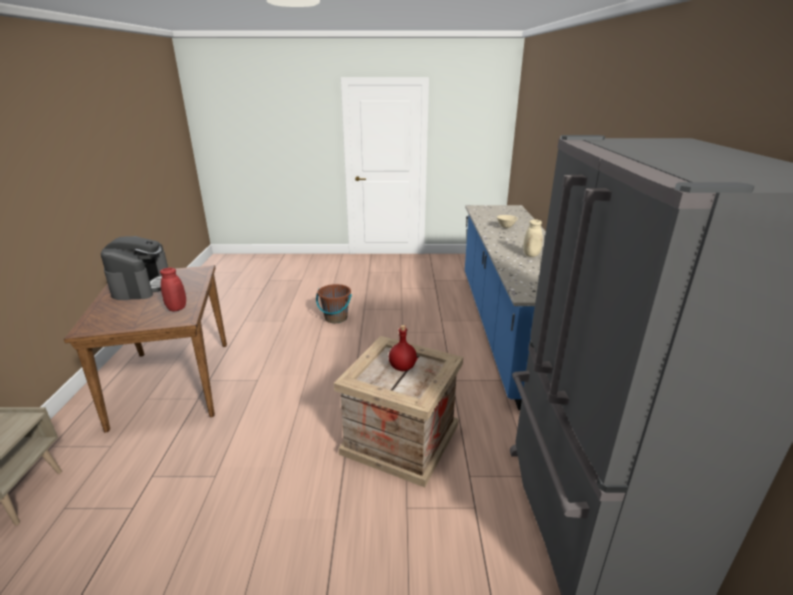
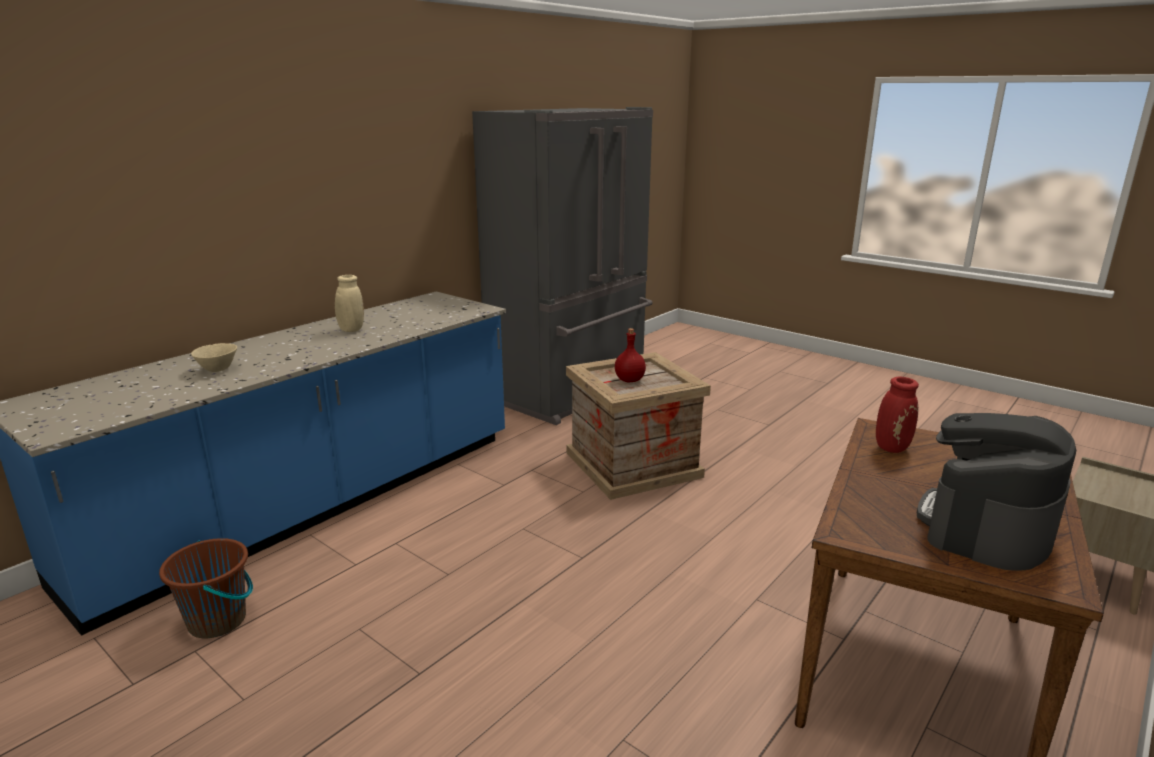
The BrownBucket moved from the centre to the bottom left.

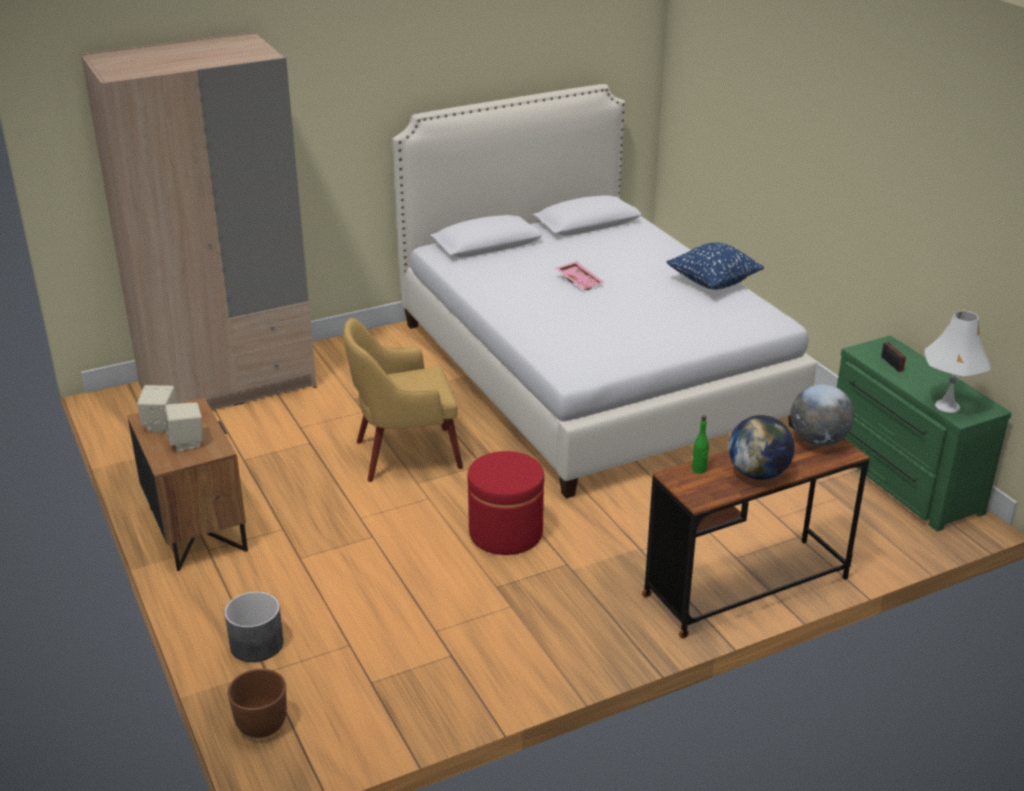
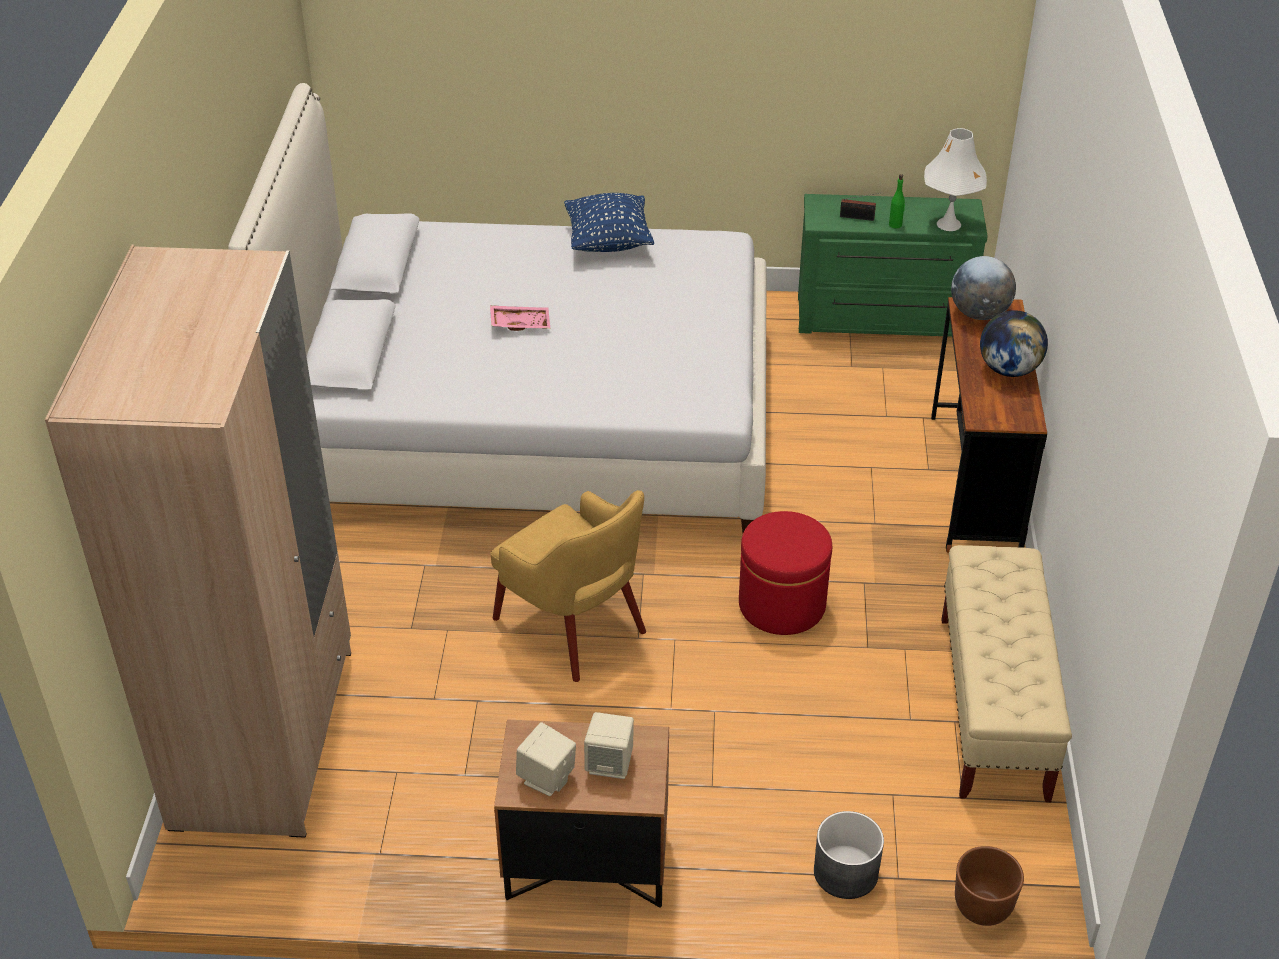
The YellowArmchair at the centre turned 60 degrees counterclockwise.
The GreenBottle moved from the middle right to the top right.
The BeigeBench at the bottom right appeared.

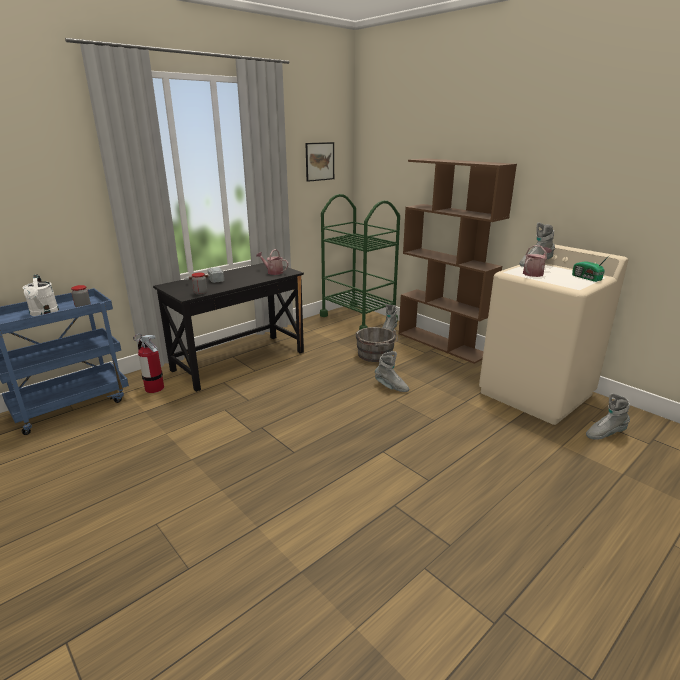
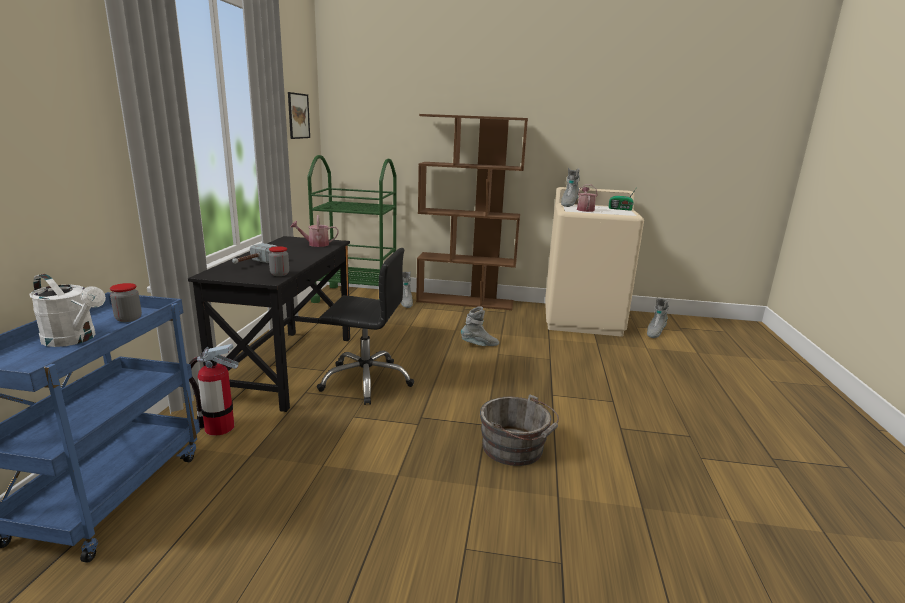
The GreyBucket moved from the centre to the bottom centre.
The BlackOfficeChair at the centre appeared.

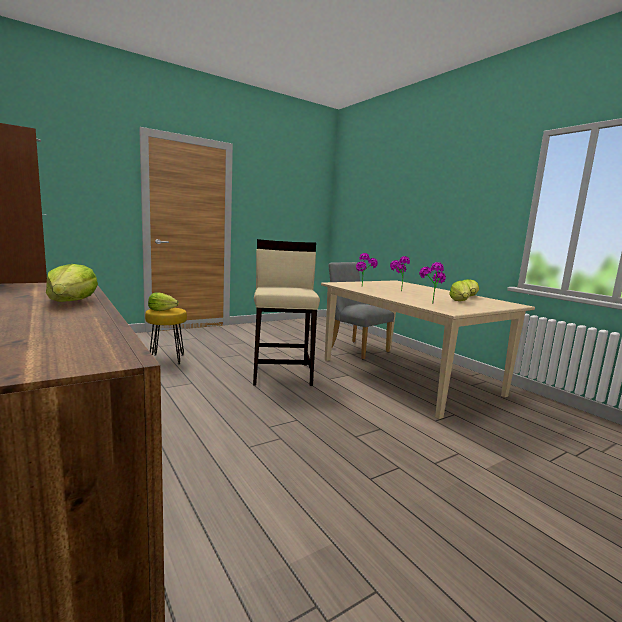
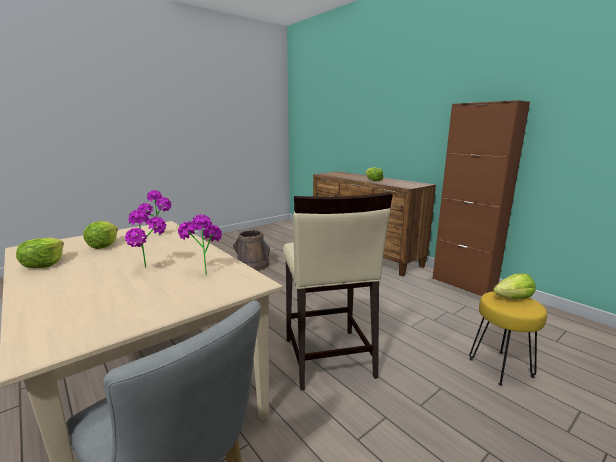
The BrownBucket at the centre appeared.

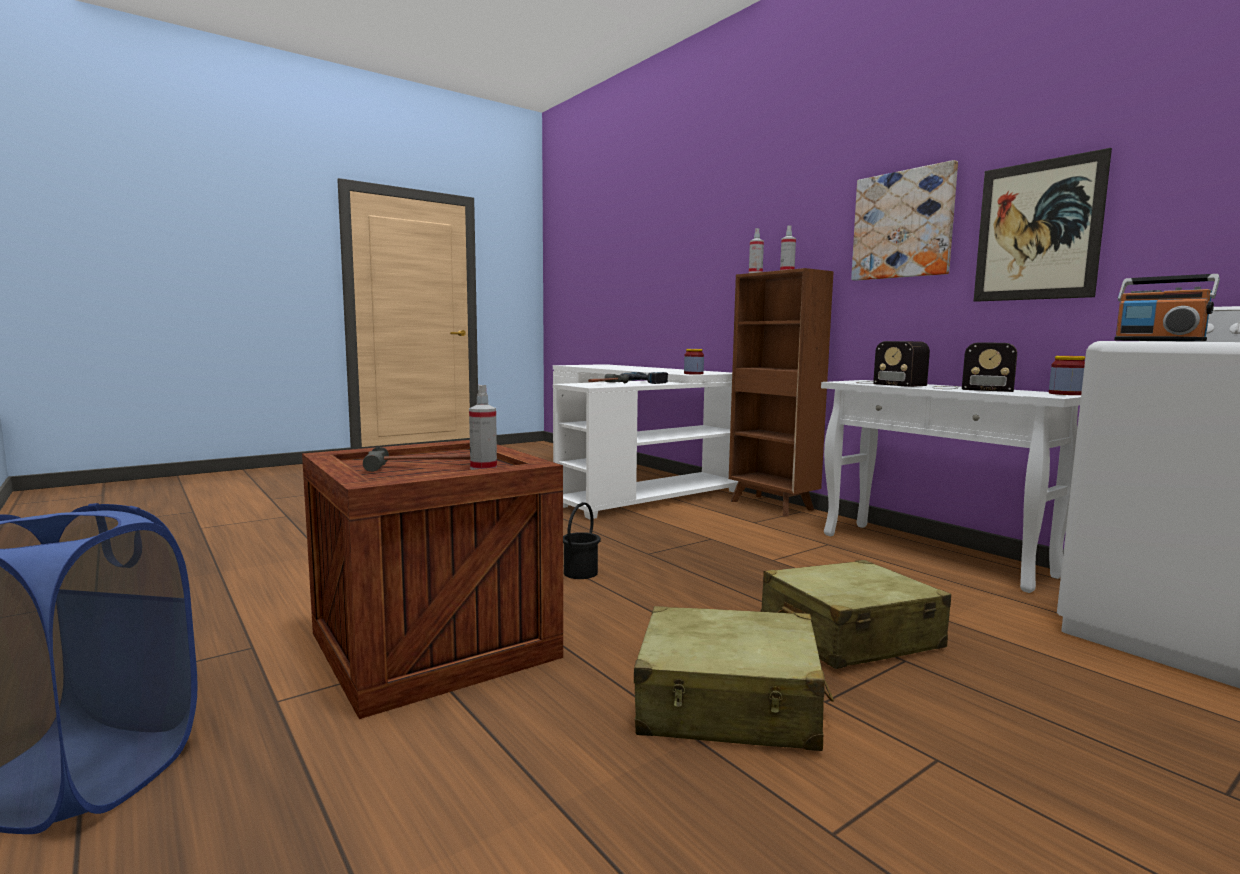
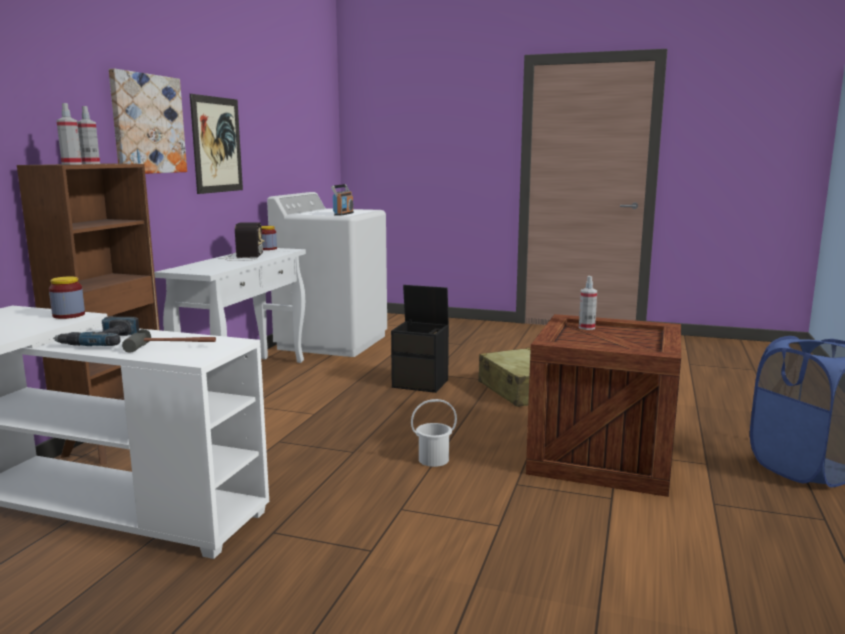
The Hammer (1st from left) at the centre disappeared.
The BlackBucket at the centre became the WhiteBucket at the bottom centre.
The BeigeSuitcase (2nd from left) at the bottom right was replaced by the BlackStorageBox at the centre.
The Radio (1st from left) at the middle right disappeared.

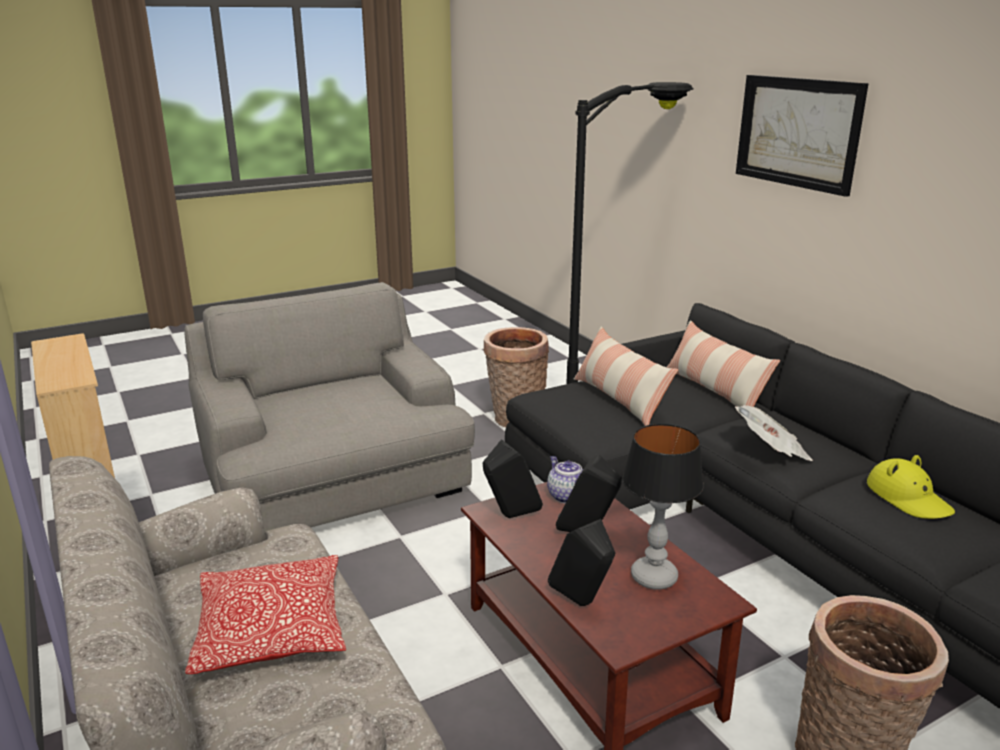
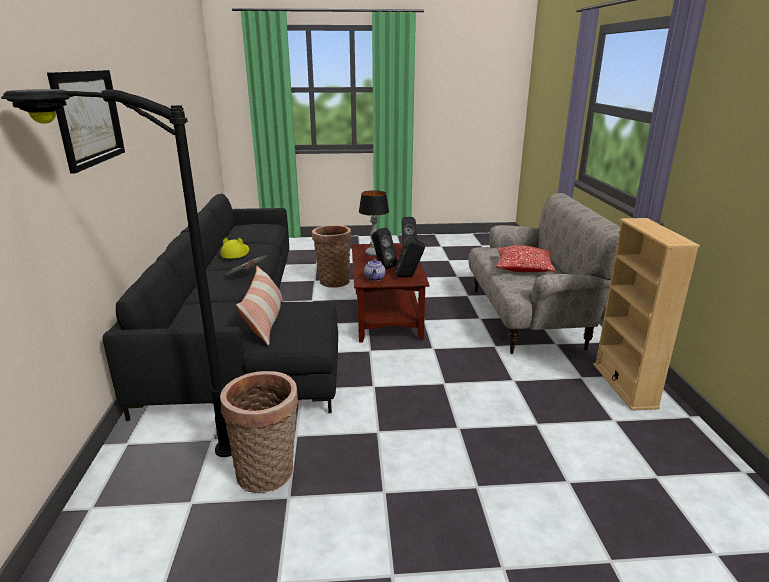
The GreyArmchair at the middle left disappeared.
The Pillow (3rd from left) at the middle right disappeared.

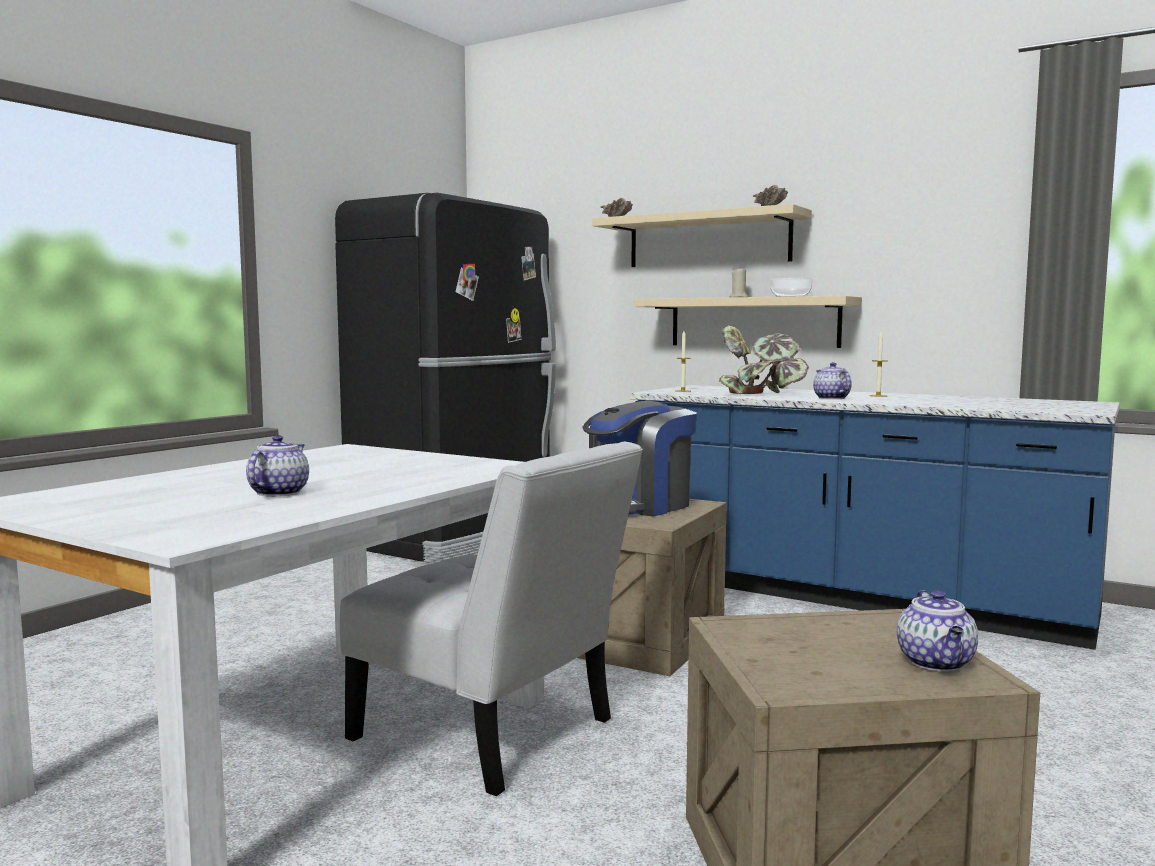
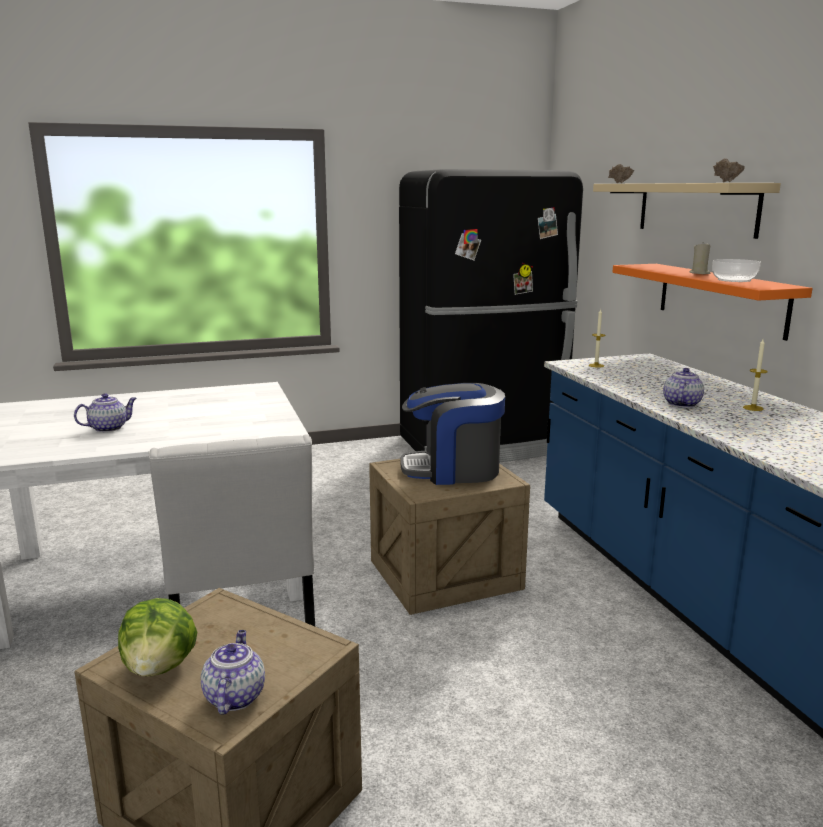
The BeigeShelf (2nd from left) at the centre became the OrangeShelf at the middle right.
The PottedPlant at the centre disappeared.
The Teapot (3rd from left in the first image) at the bottom right turned 135 degrees clockwise.
The Lettuce at the bottom left appeared.

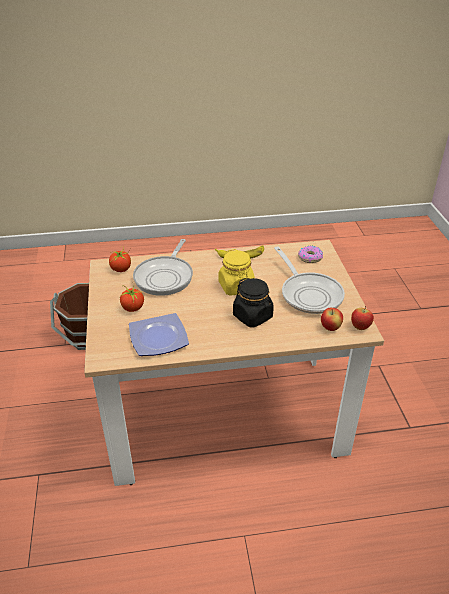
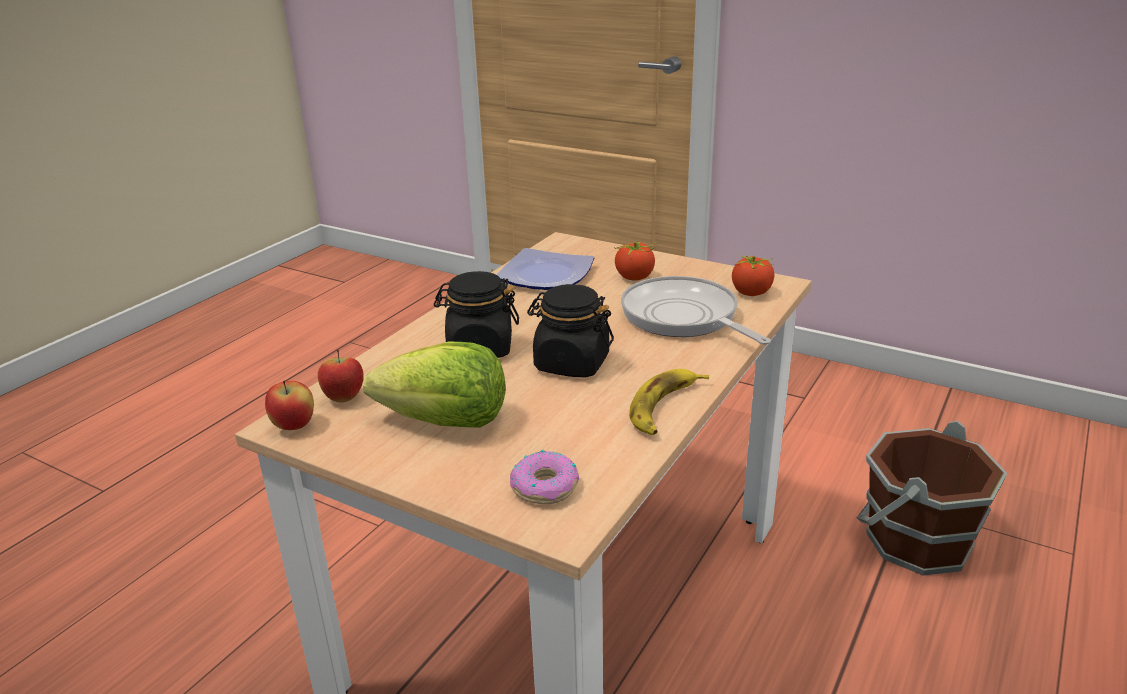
The YellowJar at the centre became the BlackJar (2nd from left) at the centre.
The FryingPan (2nd from left) at the middle right was replaced by the Lettuce at the centre.

